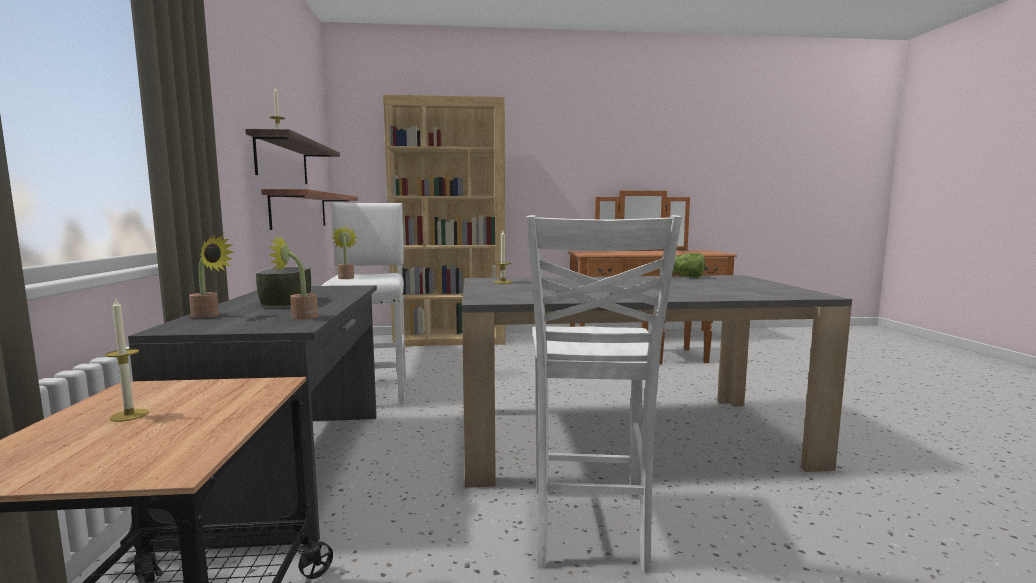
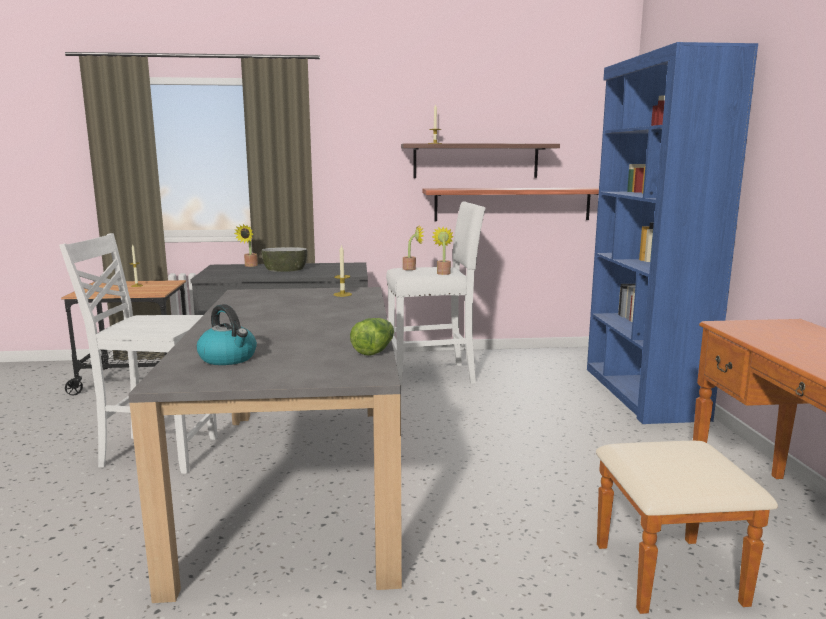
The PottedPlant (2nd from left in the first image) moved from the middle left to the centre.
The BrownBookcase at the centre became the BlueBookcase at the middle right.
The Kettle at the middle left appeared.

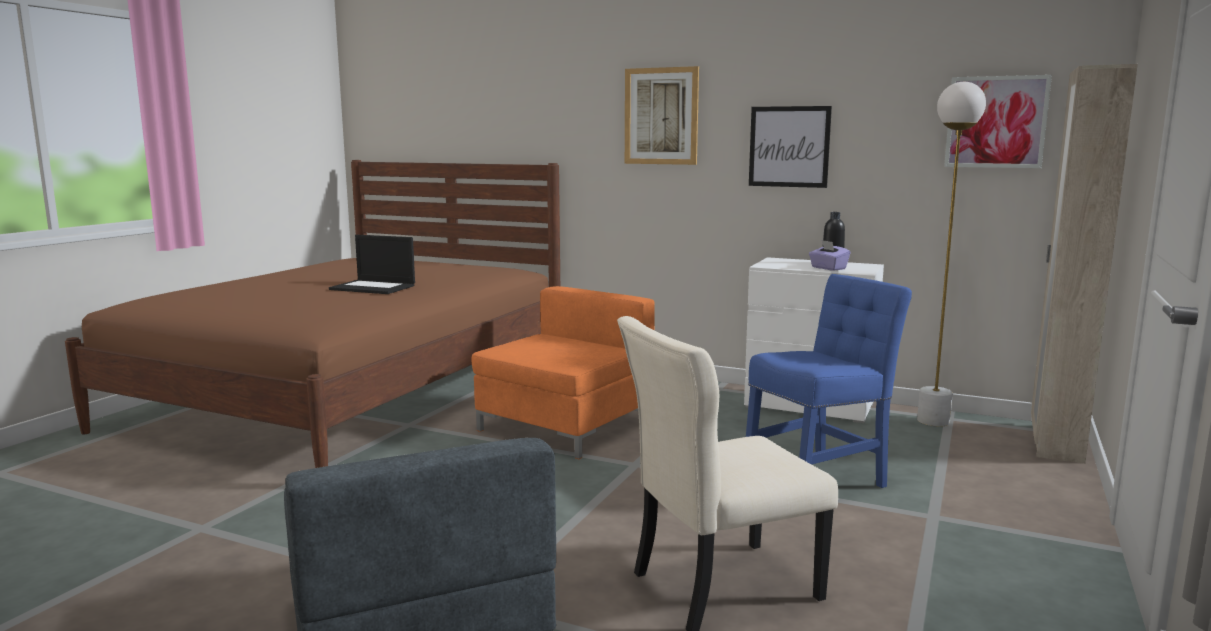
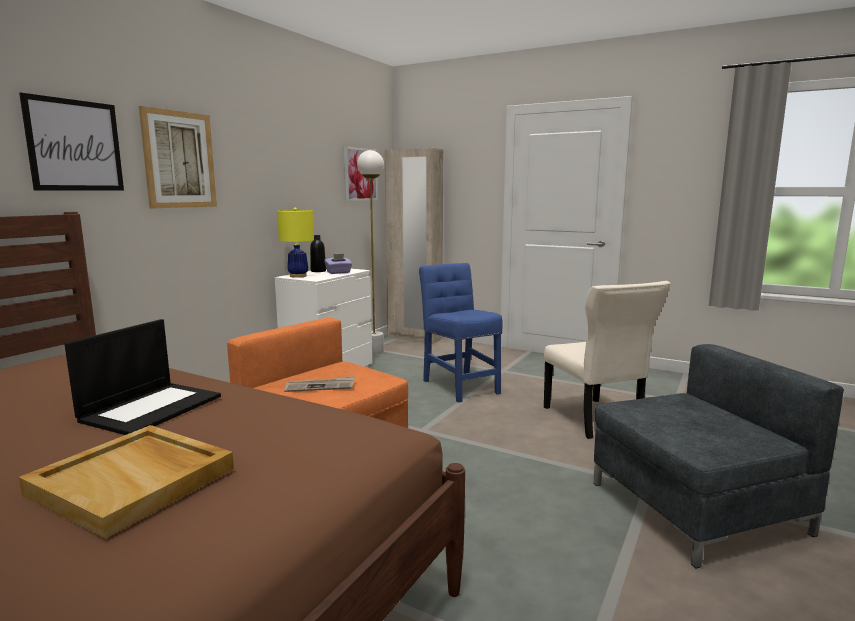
The Picture (2nd from left in the first image) moved from the top centre to the top left.
The BeigeTray at the bottom left appeared.
The YellowTableLamp at the centre appeared.
The Newspaper at the centre appeared.

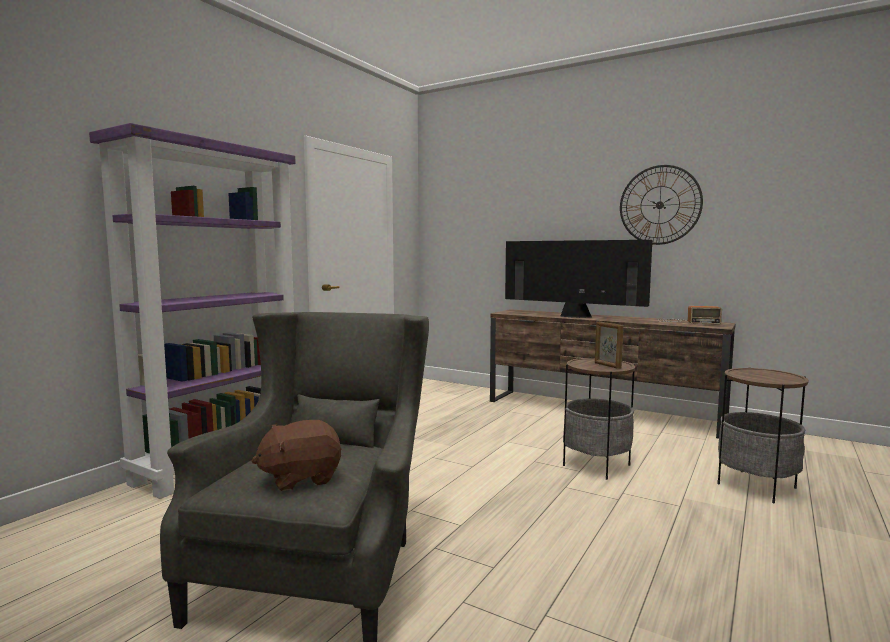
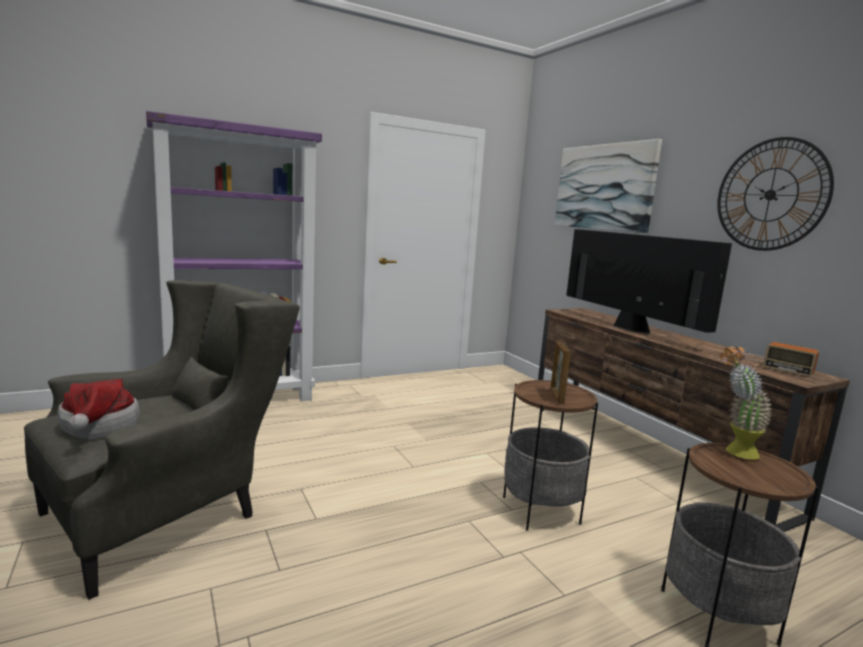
The BrownPlushToy at the bottom left was replaced by the Hat at the middle left.
The Picture at the top right appeared.
The PottedPlant at the middle right appeared.

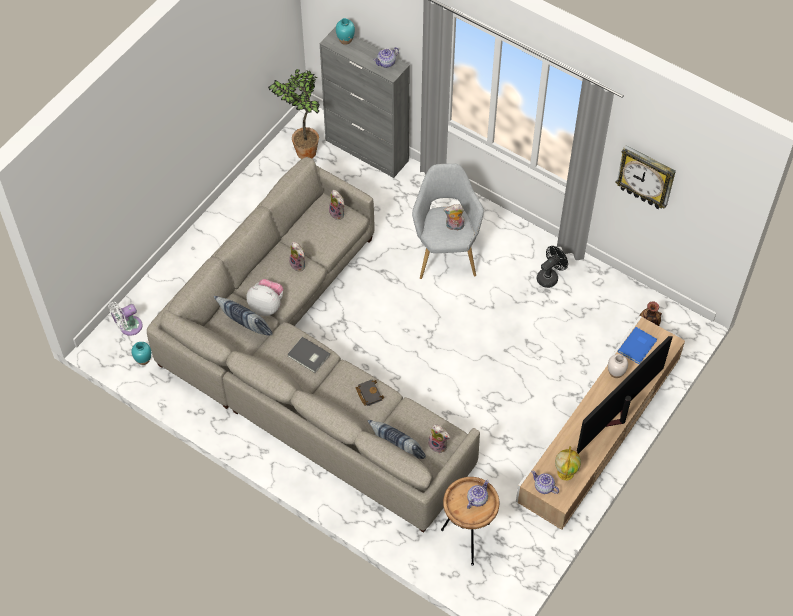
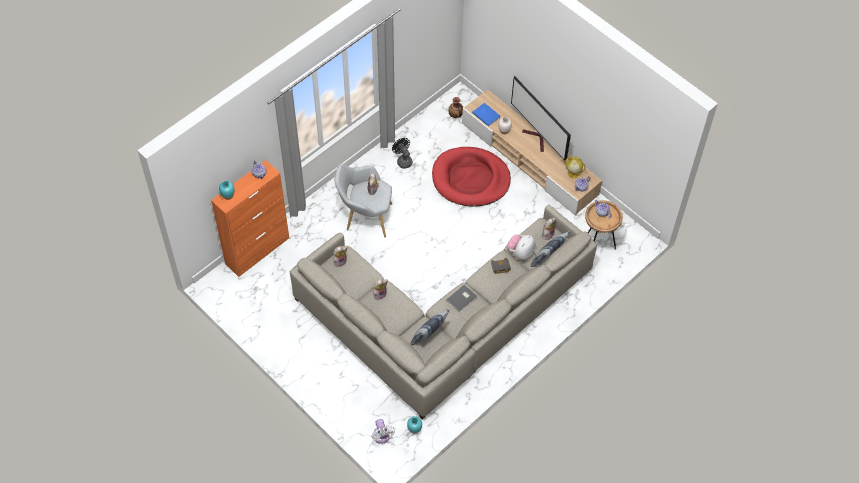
The PlushToy (1st from left in the first image) moved from the middle left to the centre.
The PottedPlant at the top centre disappeared.
The GreyCabinet at the top centre became the OrangeCabinet at the middle left.
The WallClock at the top right disappeared.
The RedDogBed at the centre appeared.

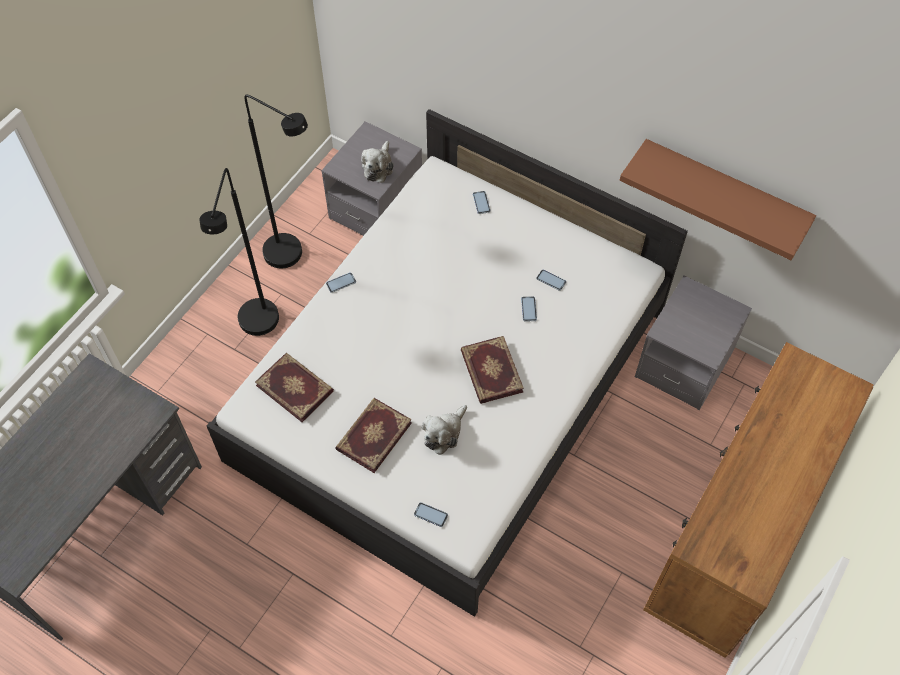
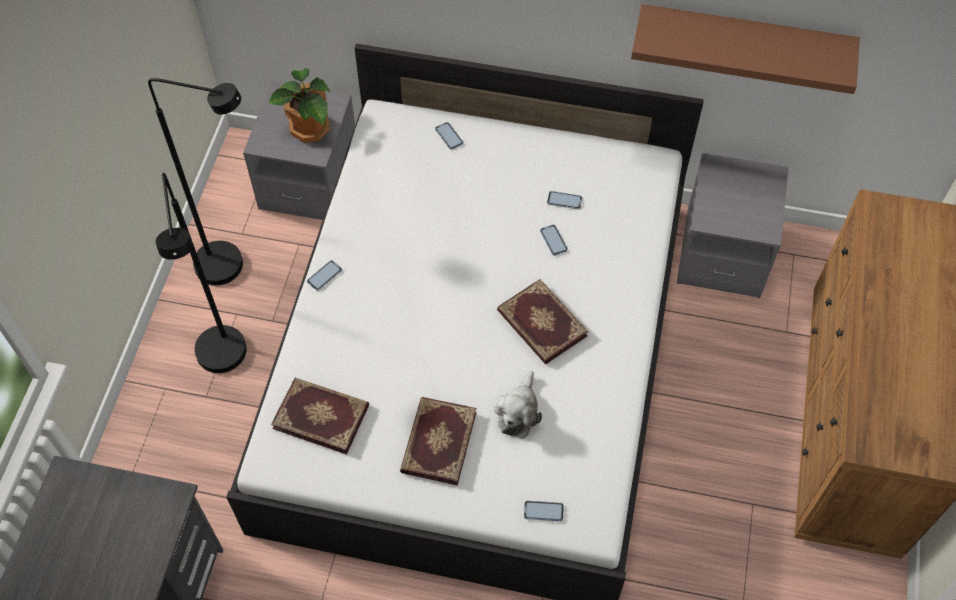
The PlushToy (1st from left) at the top centre was replaced by the PottedPlant at the top left.

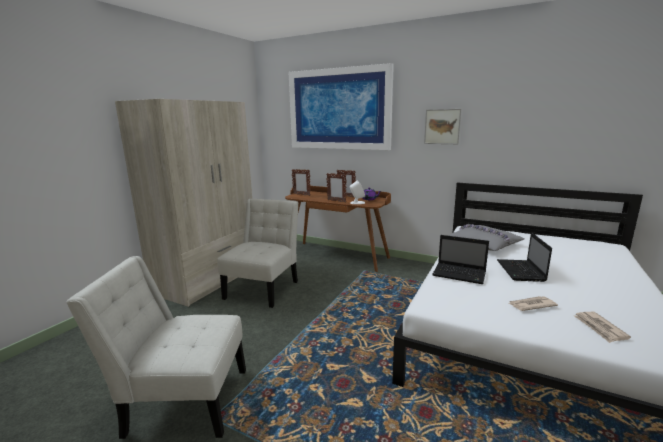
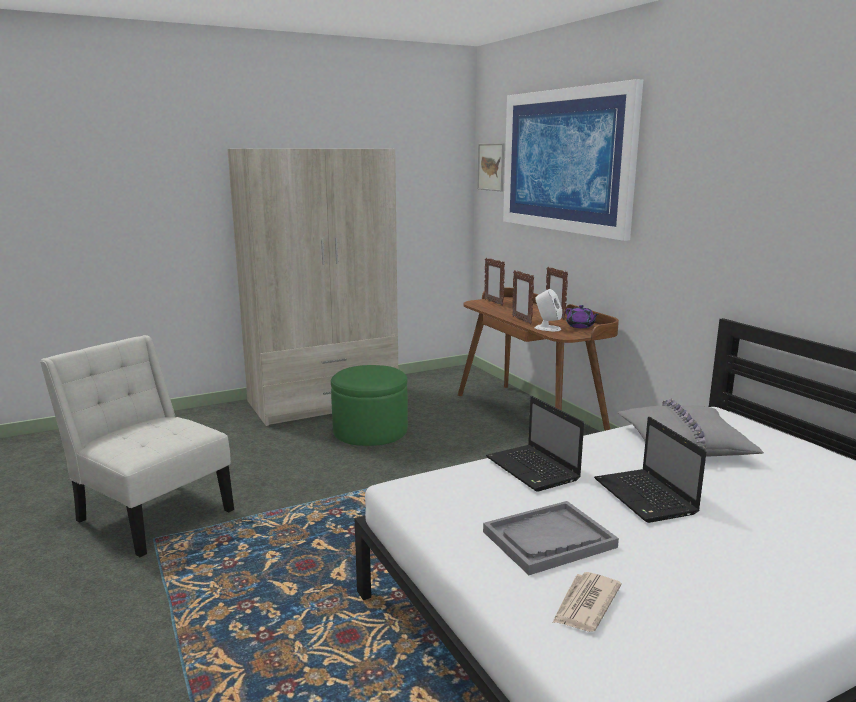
The WhiteChair (2nd from left) at the centre was replaced by the GreenOttoman at the centre.
The Picture (2nd from left in the first image) moved from the top right to the top centre.
The Laptop (2nd from left) at the middle right turned 60 degrees counterclockwise.
The Newspaper (1st from left) at the bottom right was replaced by the GreyTray at the bottom centre.

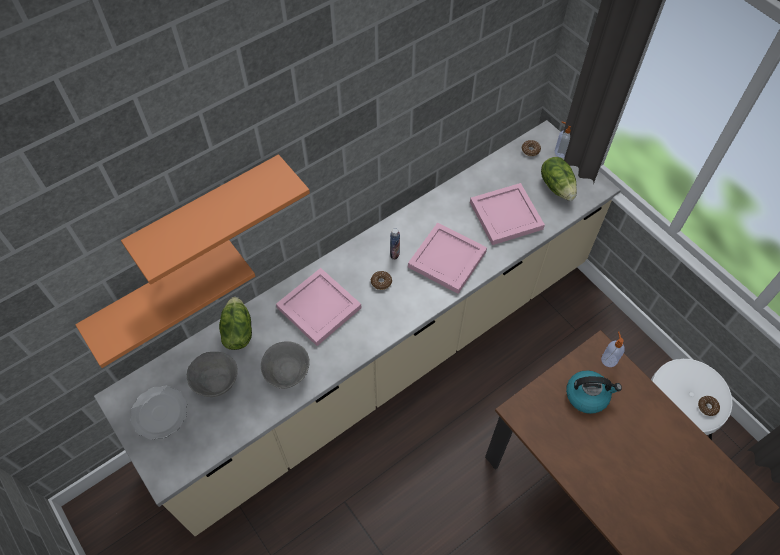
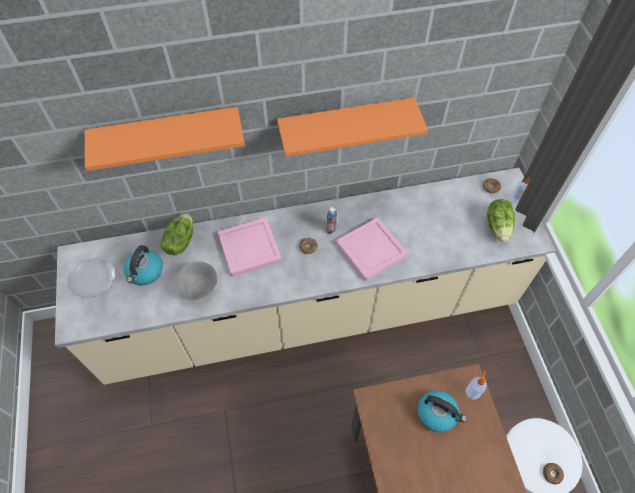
The OrangeShelf (1st from left in the first image) moved from the middle left to the top centre.
The GreyBowl (1st from left) at the bottom left was replaced by the Kettle (1st from left) at the middle left.
The PinkTray (3rd from left) at the centre disappeared.

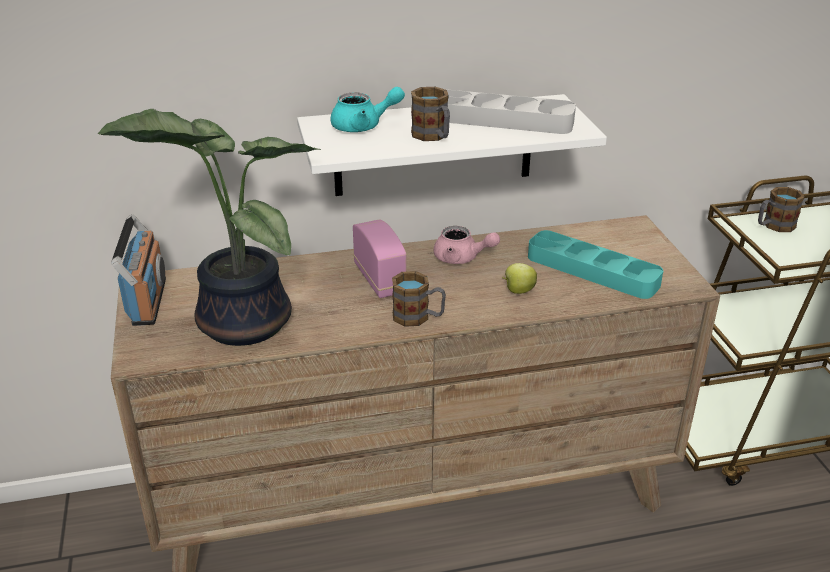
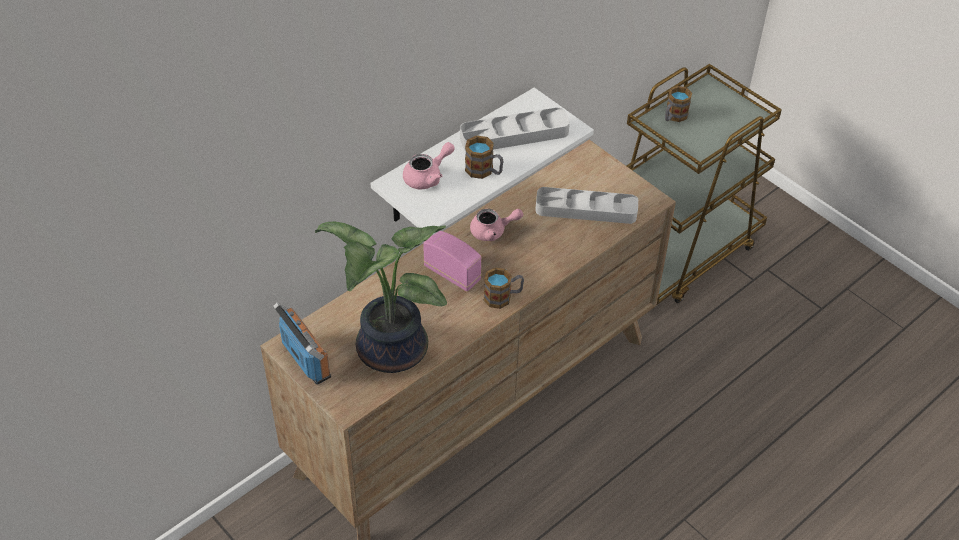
The TurquoiseTeapot at the top centre became the PinkTeapot (1st from left) at the top centre.
The Apple at the centre disappeared.
The TurquoiseTray at the middle right became the GreyTray (2nd from left) at the centre.

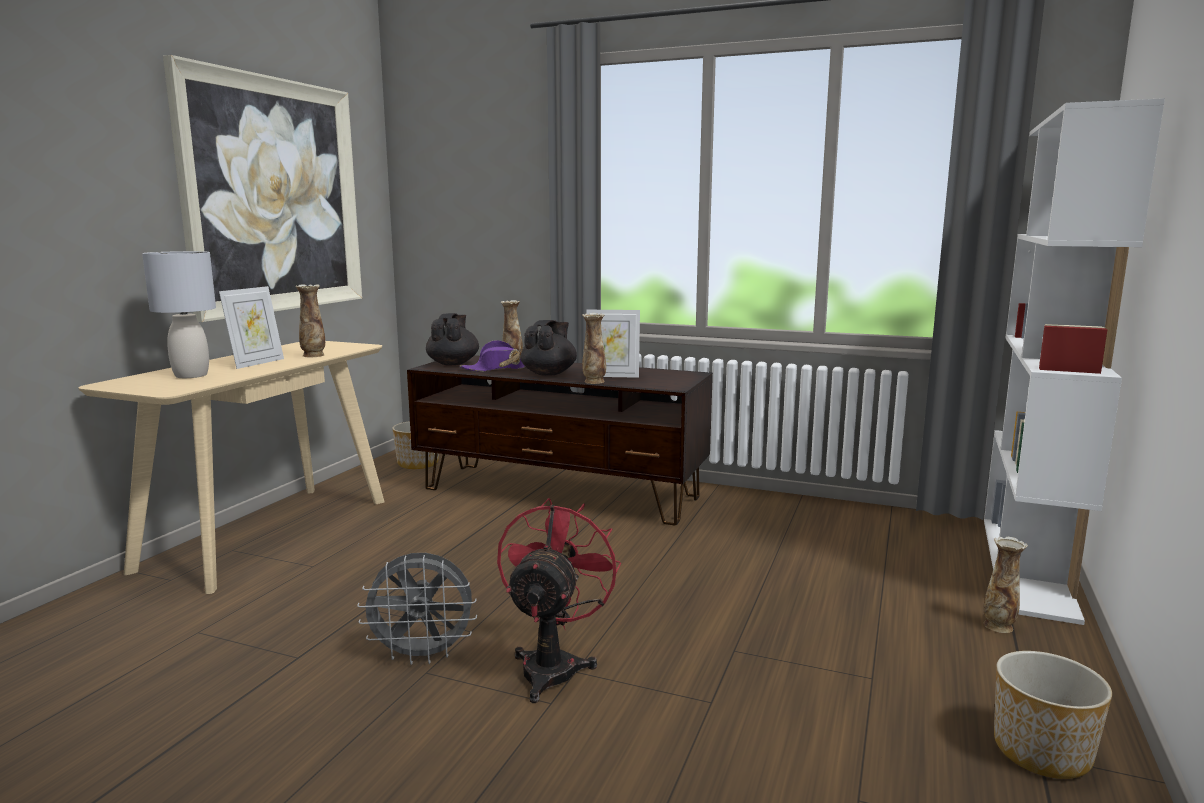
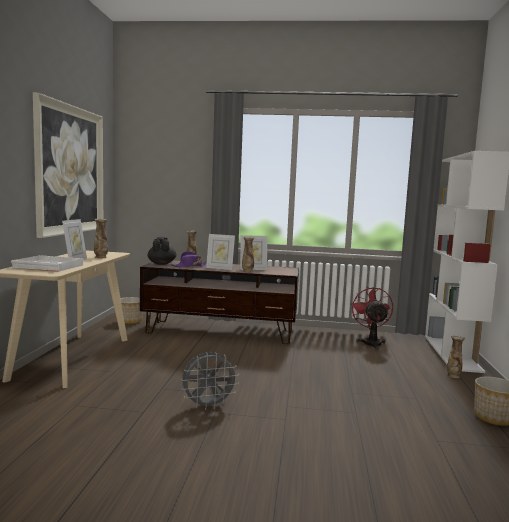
The GreyTableLamp at the middle left was replaced by the WhiteTray at the middle left.
The RedFan moved from the bottom centre to the middle right.
The BlackTeapot (2nd from left) at the centre was replaced by the PictureFrame (2nd from left) at the centre.

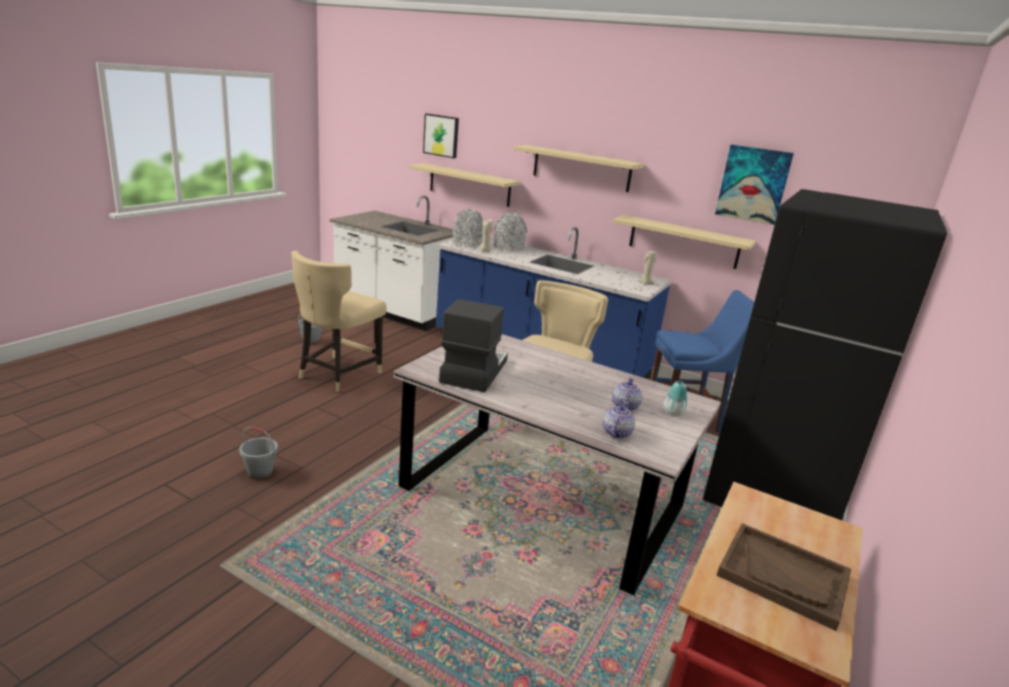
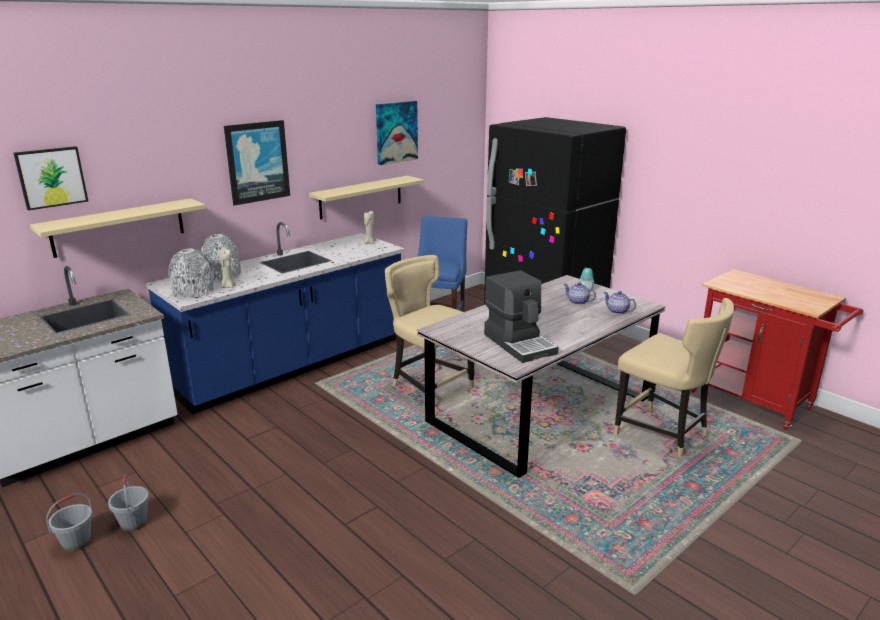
The GreyBucket (1st from left) moved from the middle left to the bottom left.
The BeigeChair (1st from left in the first image) moved from the centre to the middle right.
The CoffeeMachine at the centre turned 150 degrees counterclockwise.
The BeigeShelf (2nd from left) at the top centre was replaced by the Picture (2nd from left) at the top left.
The BrownTray at the bottom right disappeared.

